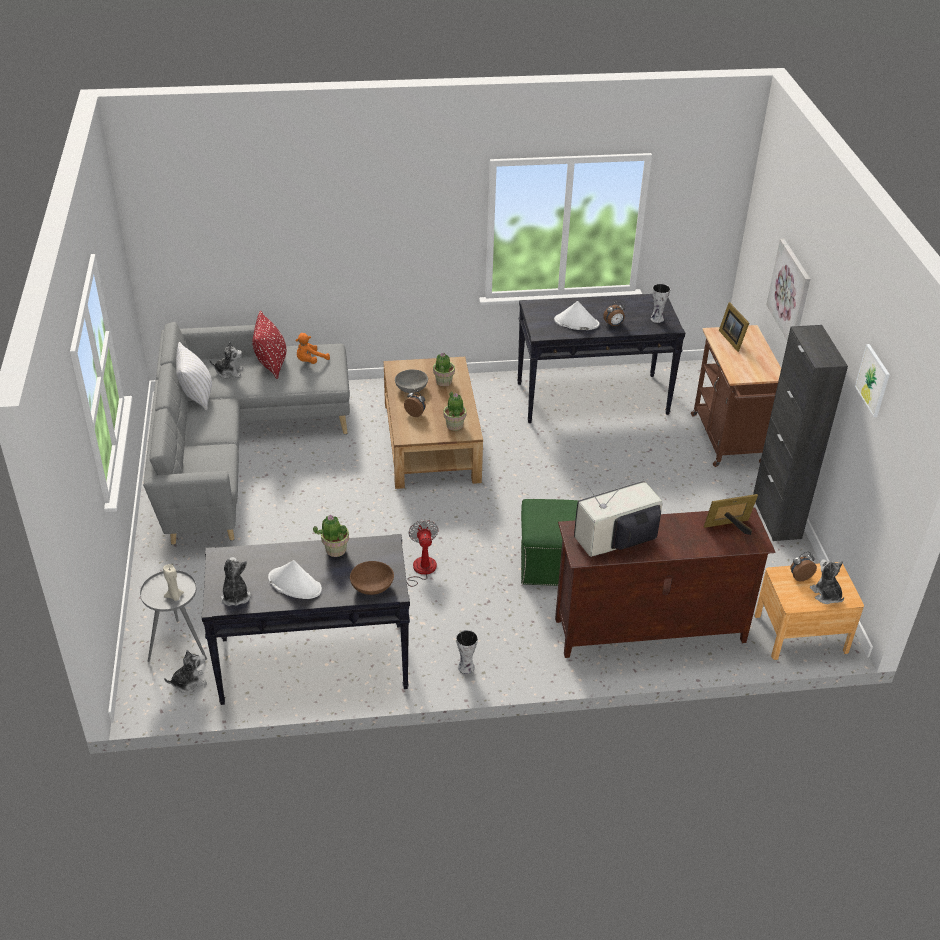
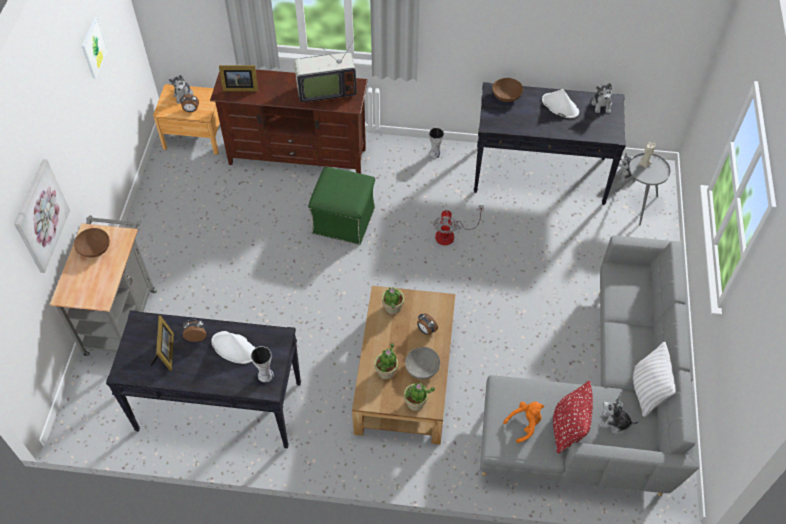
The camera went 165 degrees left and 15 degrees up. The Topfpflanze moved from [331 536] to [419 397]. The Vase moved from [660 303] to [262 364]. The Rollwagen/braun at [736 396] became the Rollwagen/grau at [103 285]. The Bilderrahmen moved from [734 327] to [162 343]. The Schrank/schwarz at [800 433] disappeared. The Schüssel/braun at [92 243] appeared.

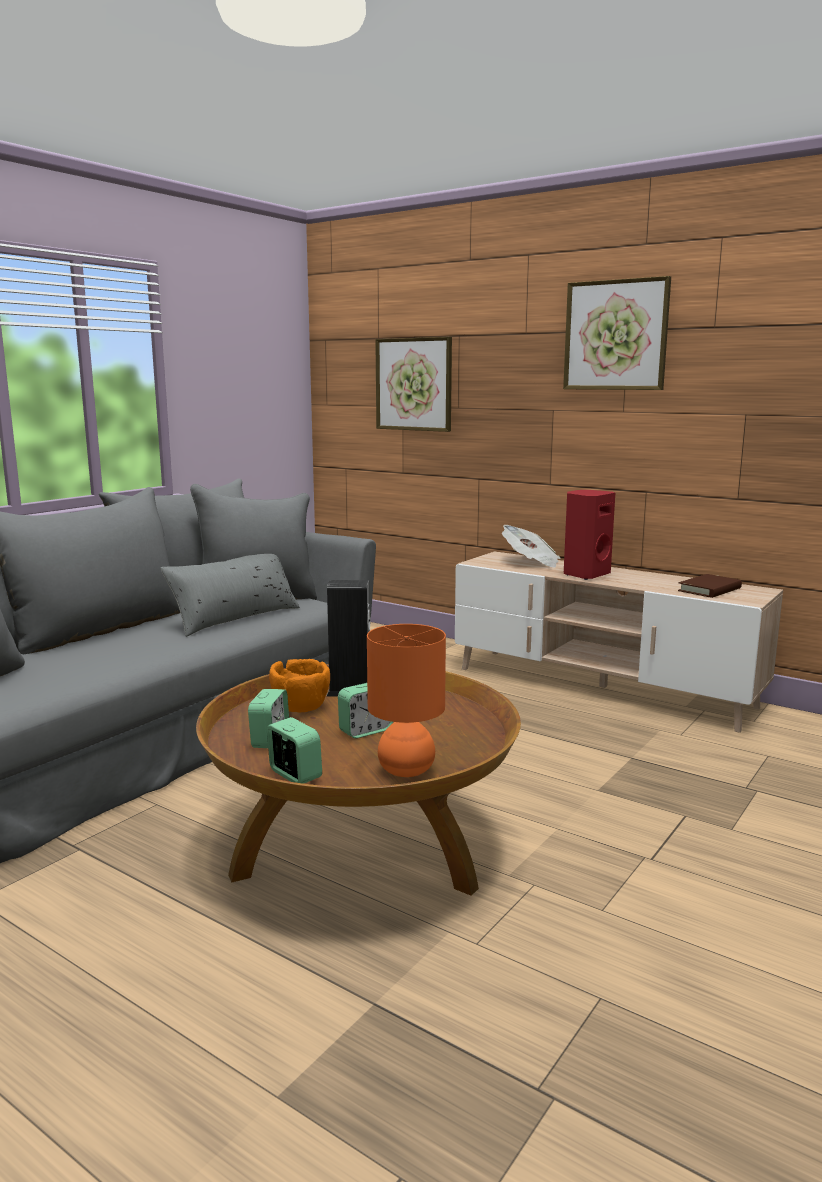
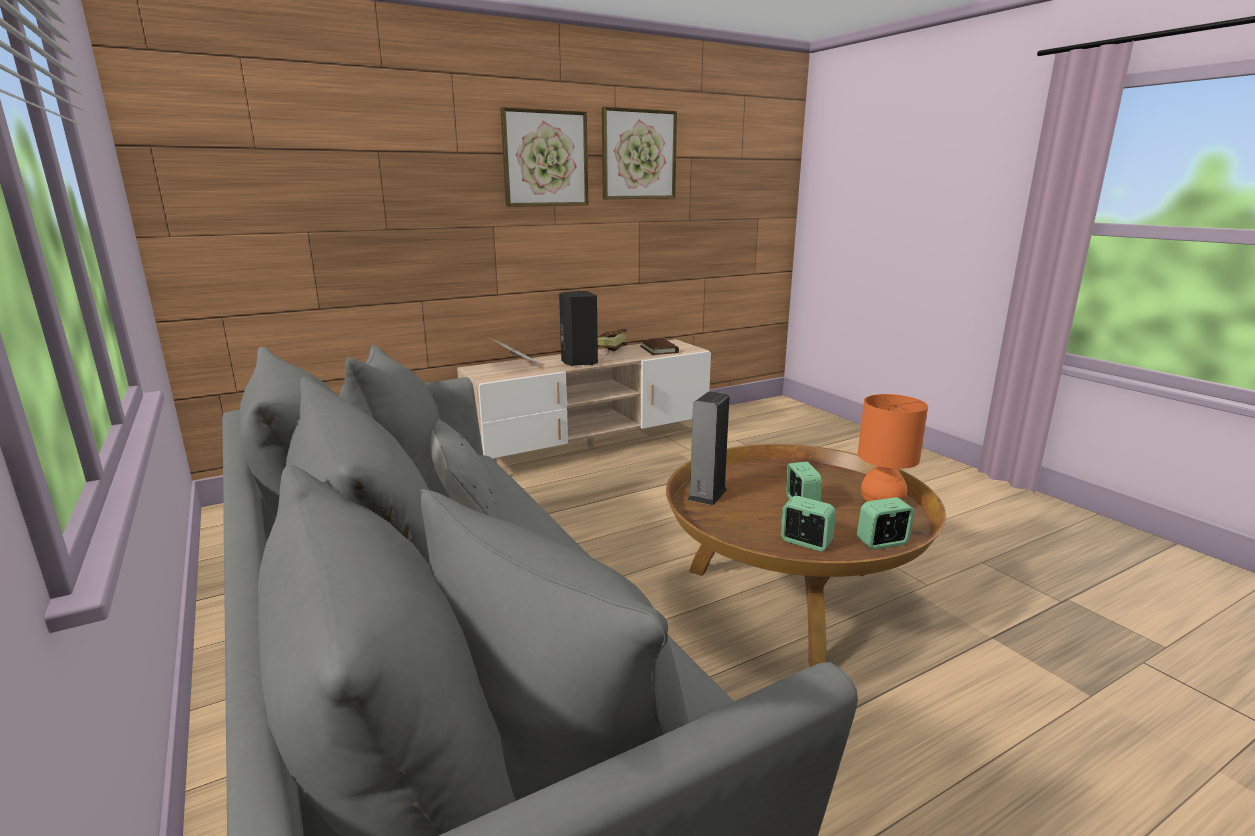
The camera went 65 degrees left and 5 degrees up. The Schüssel/orange at [299 685] disappeared. The Bild moved from [413 384] to [639 153]. The Lautsprecher/rot at [589 535] became the Lautsprecher/schwarz at [578 328]. The Buch at [612 342] appeared.

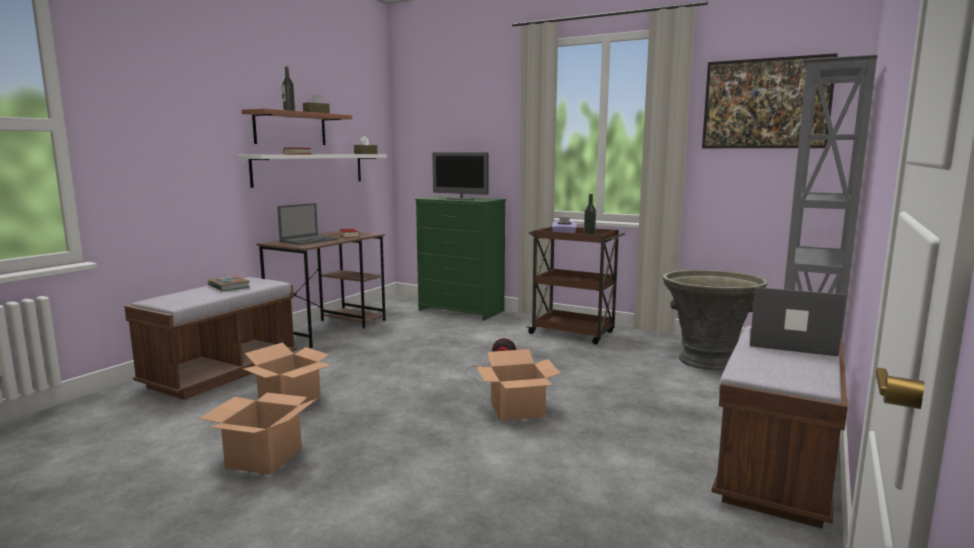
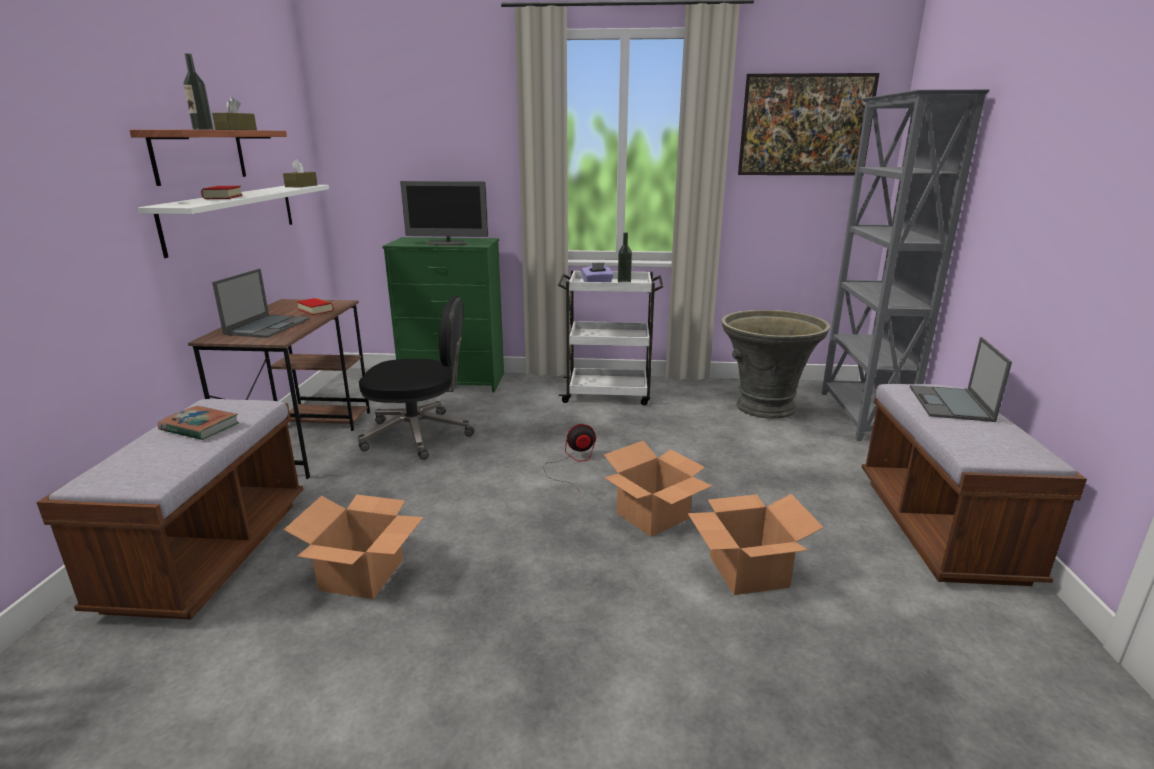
The camera went 25 degrees left and 10 degrees up. The Karton moved from [258 434] to [756 544]. The Rollwagen/braun at [576 285] became the Rollwagen/weiß at [610 337]. The Laptop at [798 321] turned 75 degrees counterclockwise. The Bürostuhl/schwarz at [416 378] appeared.

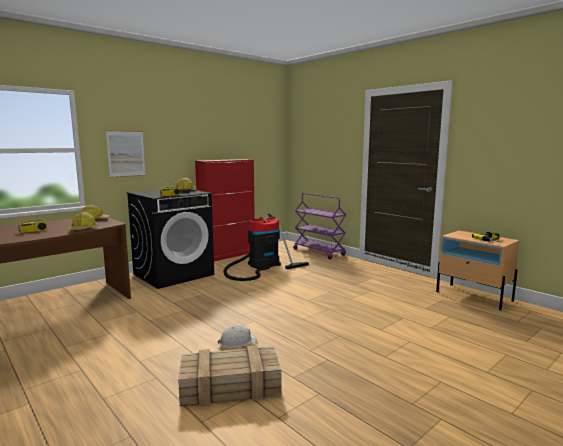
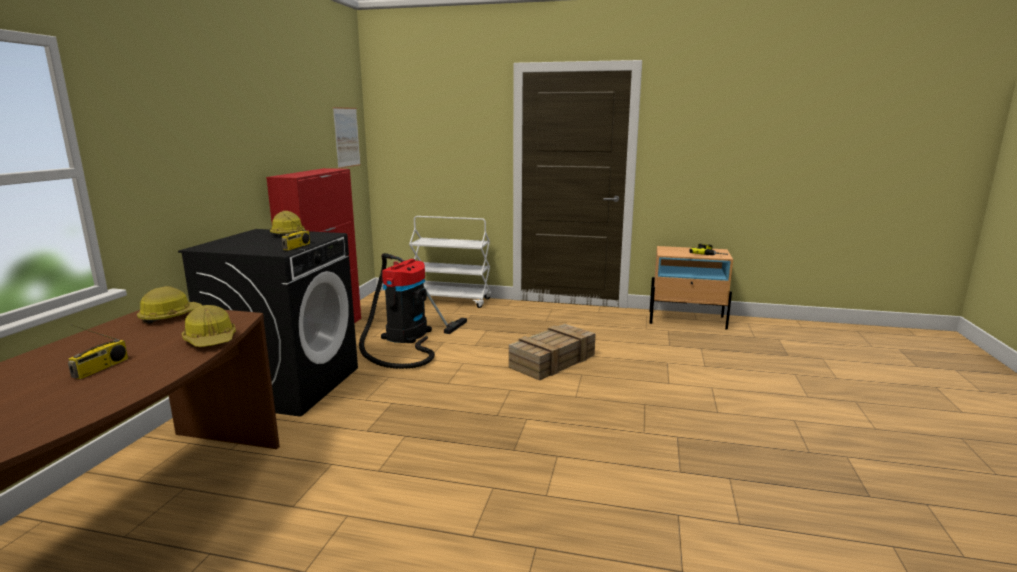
The camera went 35 degrees left and 5 degrees up. The Bild moved from [126 154] to [347 138]. The Kiste moved from [229 375] to [552 352]. The Schutzhelm/weiß at [237 336] disappeared. The Rollwagen/lila at [319 226] became the Rollwagen/weiß at [450 262].

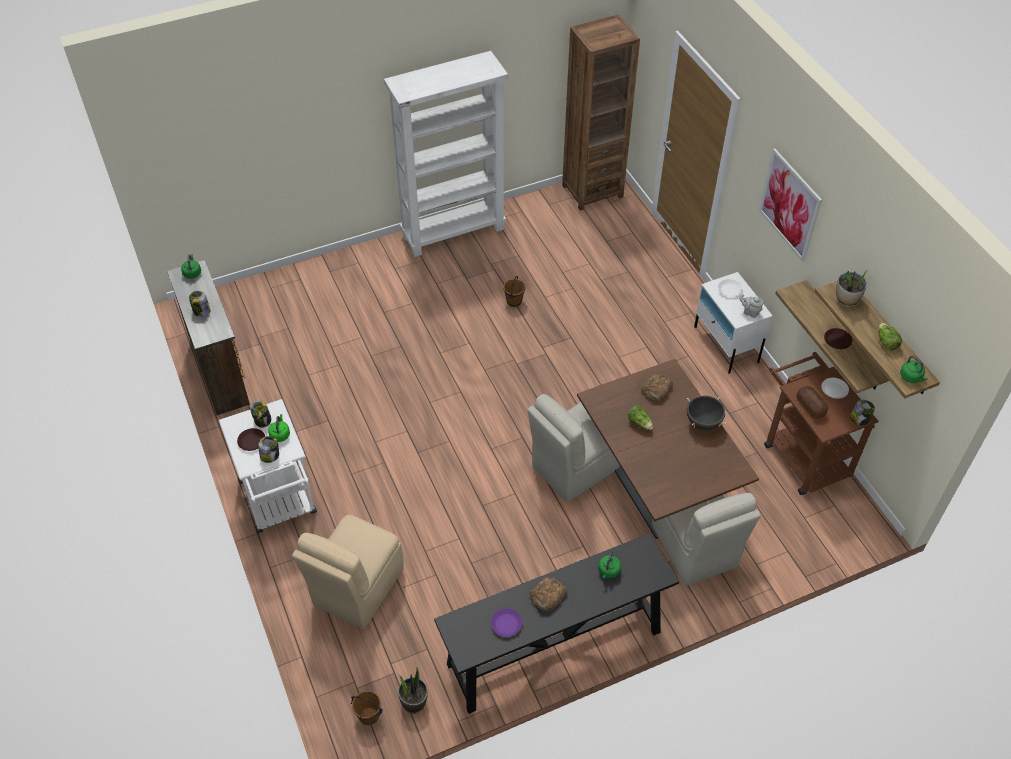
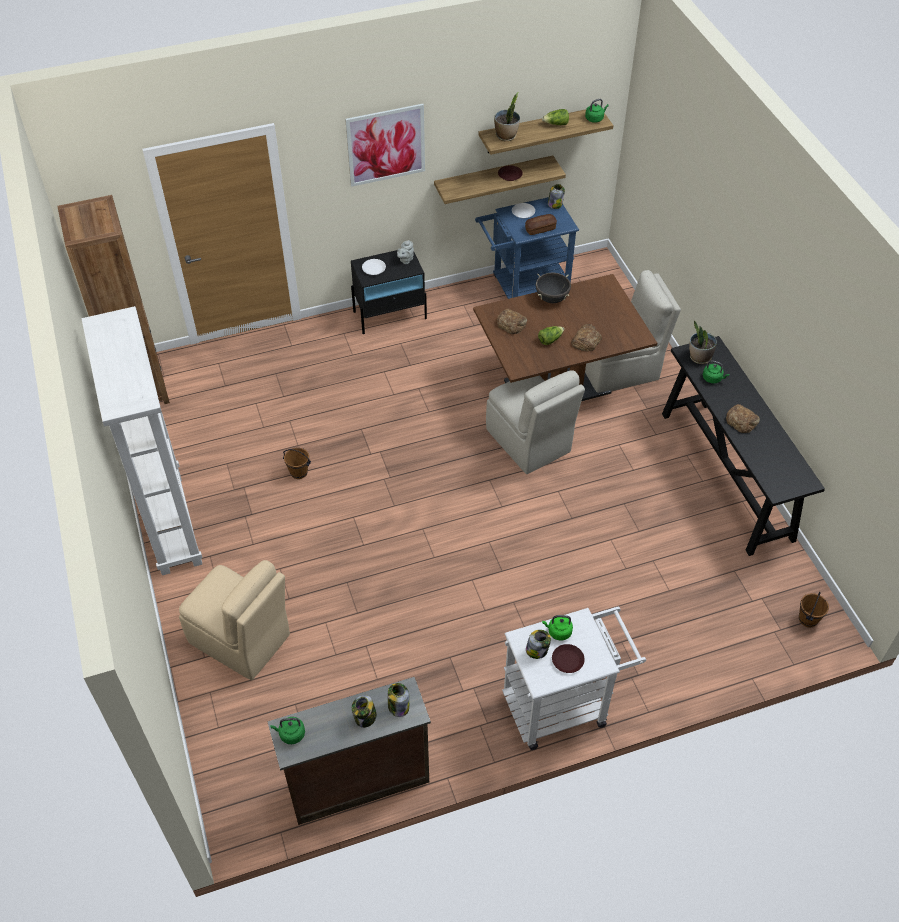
The camera went 85 degrees left and 0 degrees up. The Vorratsglas moved from [268 449] to [398 700]. The Stuhl/beige moved from [348 572] to [234 620]. The Topfpflanze moved from [413 691] to [703 342]. The Teller/lila at [506 622] disappeared. The Nachttisch/weiß at [733 323] became the Nachttisch/schwarz at [389 292]. The Rollwagen/braun at [821 423] became the Rollwagen/blau at [527 248]. The Brot at [586 337] appeared.

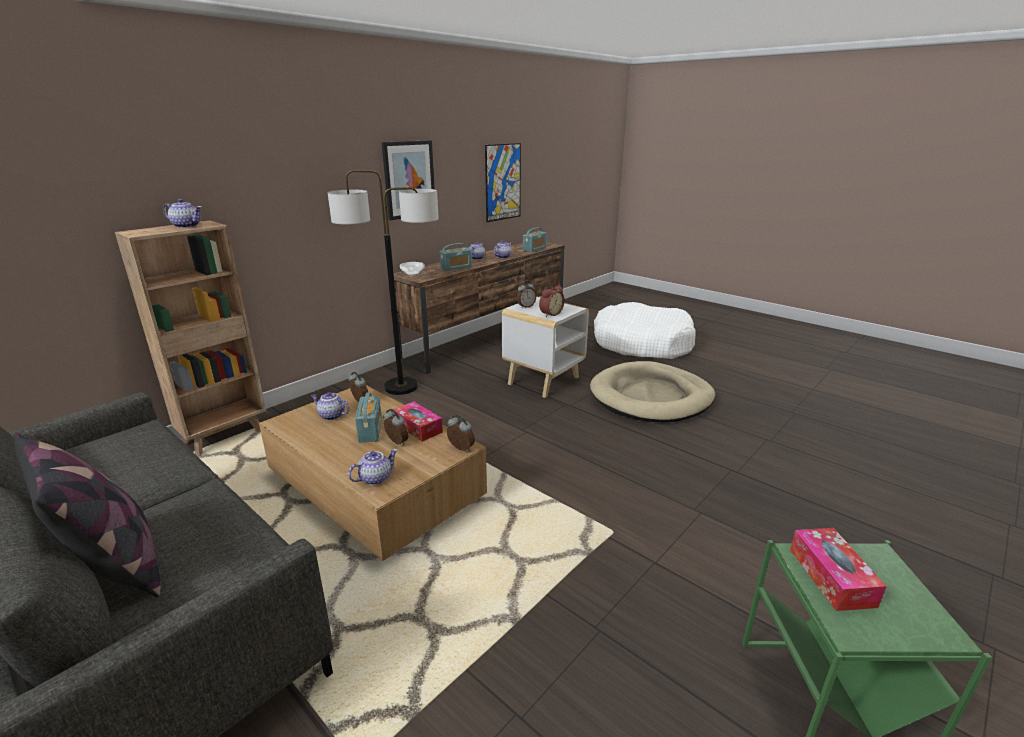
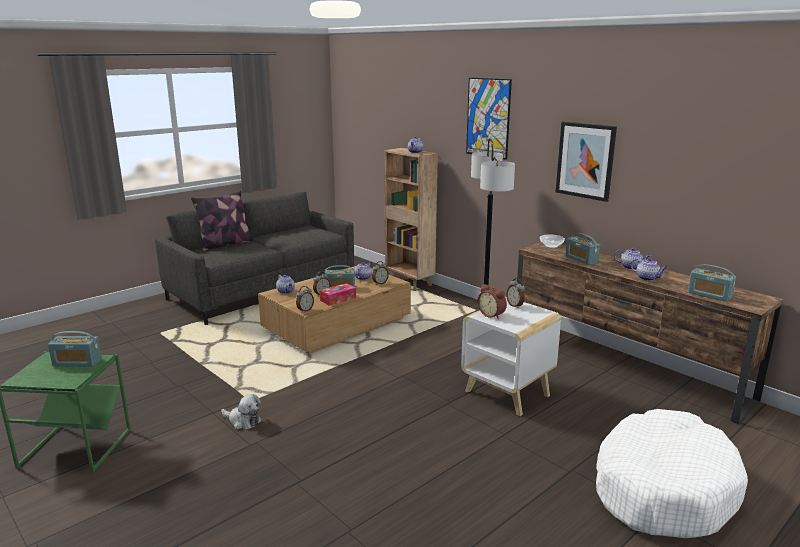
The camera went 95 degrees right and 5 degrees down. The Bild moved from [503 182] to [489 119]. The Hundebett/beige at [652 392] disappeared. The Taschentuchbox at [838 569] was replaced by the Radio at [75 349]. The Plüschtier at [241 411] appeared.

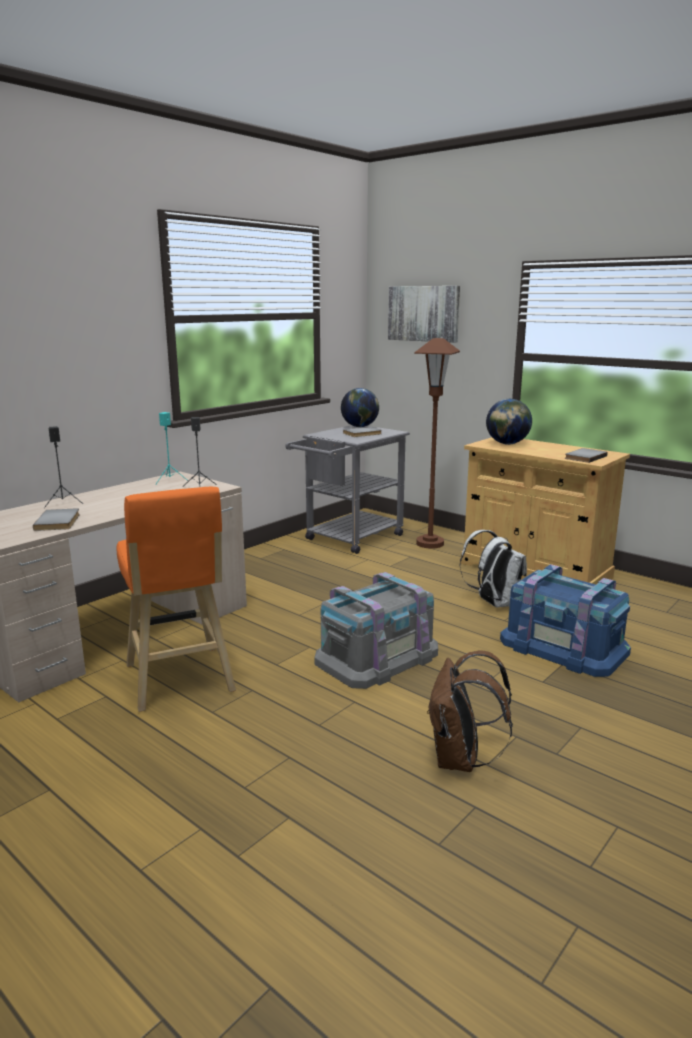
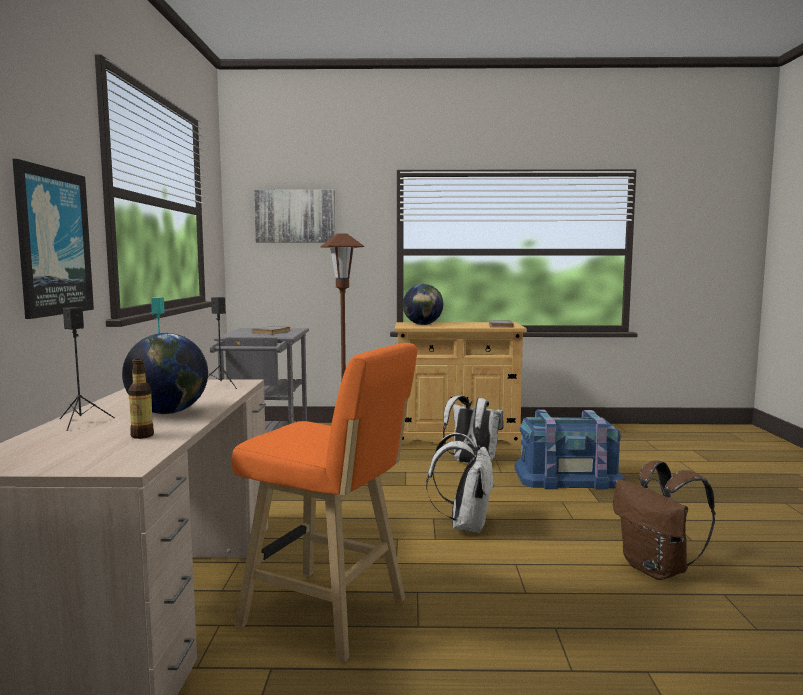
The camera went 40 degrees left and 10 degrees down. The Buch/grau at [56 519] was replaced by the Flasche at [141 399]. The Aufbewahrungsbox/grau at [376 630] was replaced by the Rucksack/weiß at [460 483]. The Globus moved from [360 407] to [165 373]. The Bild at [53 239] appeared.

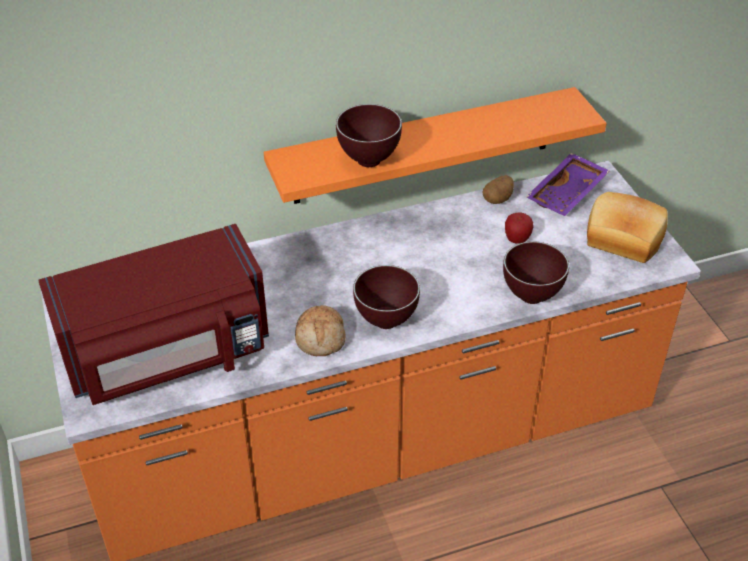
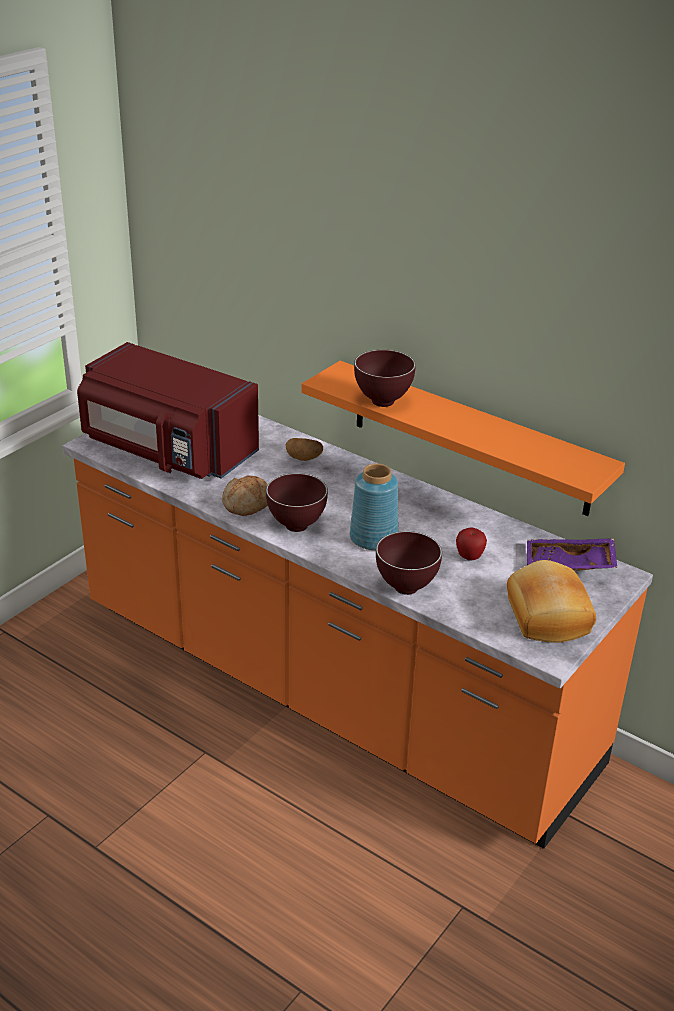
The camera went 55 degrees right and 10 degrees down. The Kartoffel moved from [498 189] to [304 449]. The Vase/blau at [374 507] appeared.

